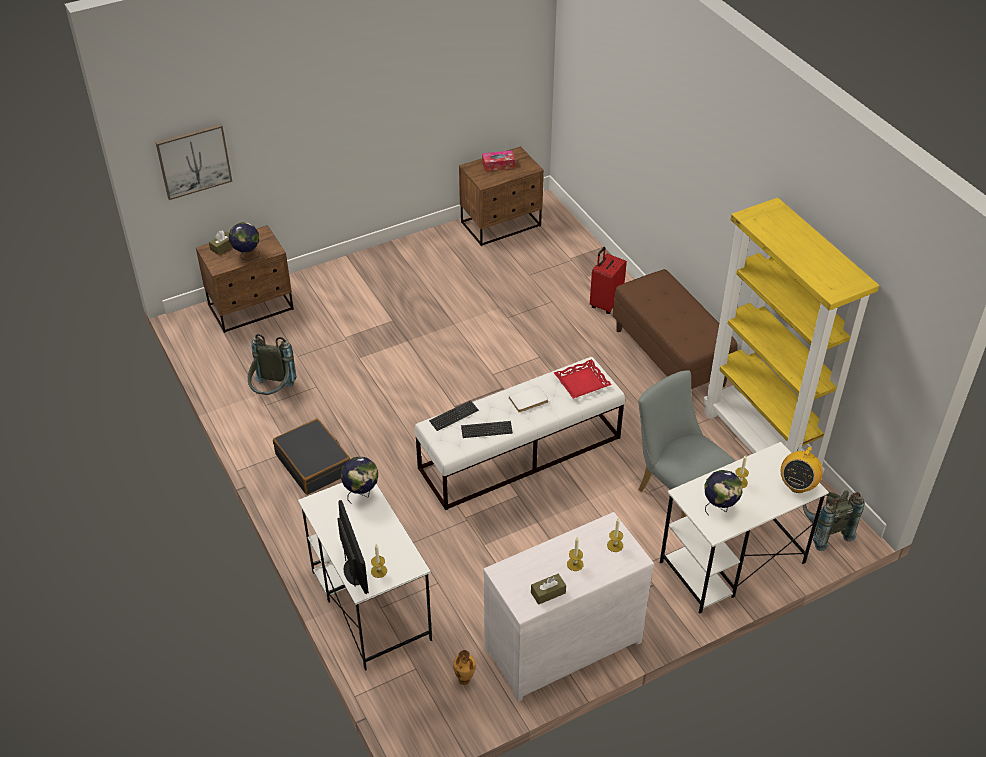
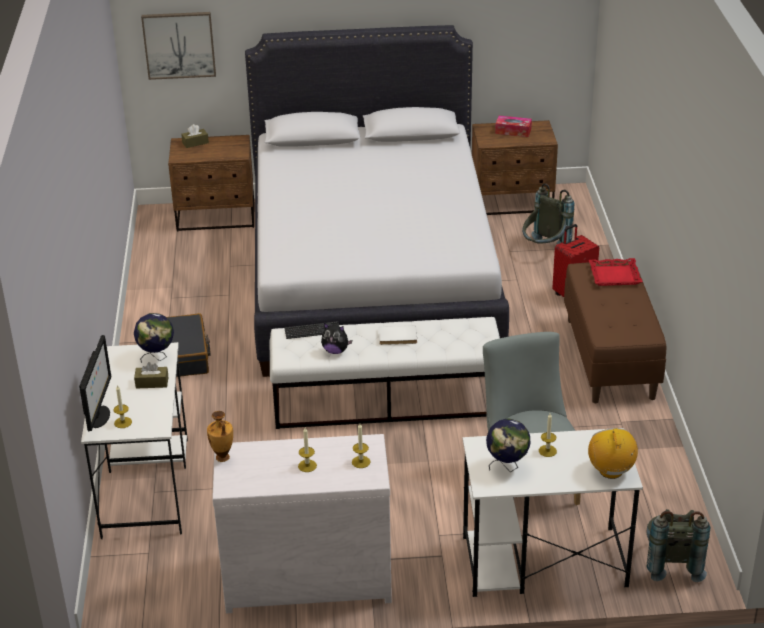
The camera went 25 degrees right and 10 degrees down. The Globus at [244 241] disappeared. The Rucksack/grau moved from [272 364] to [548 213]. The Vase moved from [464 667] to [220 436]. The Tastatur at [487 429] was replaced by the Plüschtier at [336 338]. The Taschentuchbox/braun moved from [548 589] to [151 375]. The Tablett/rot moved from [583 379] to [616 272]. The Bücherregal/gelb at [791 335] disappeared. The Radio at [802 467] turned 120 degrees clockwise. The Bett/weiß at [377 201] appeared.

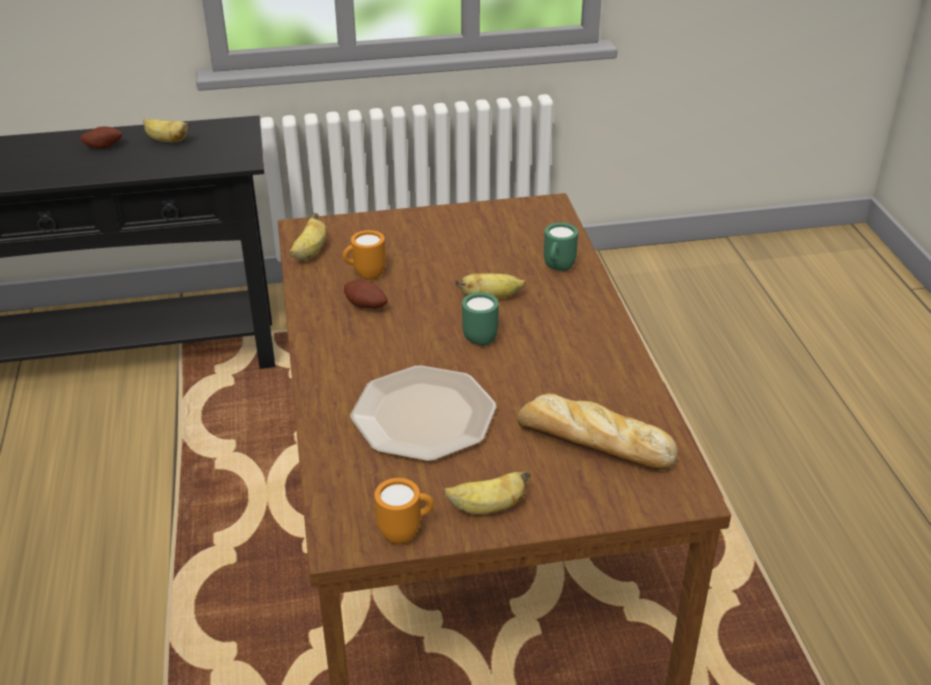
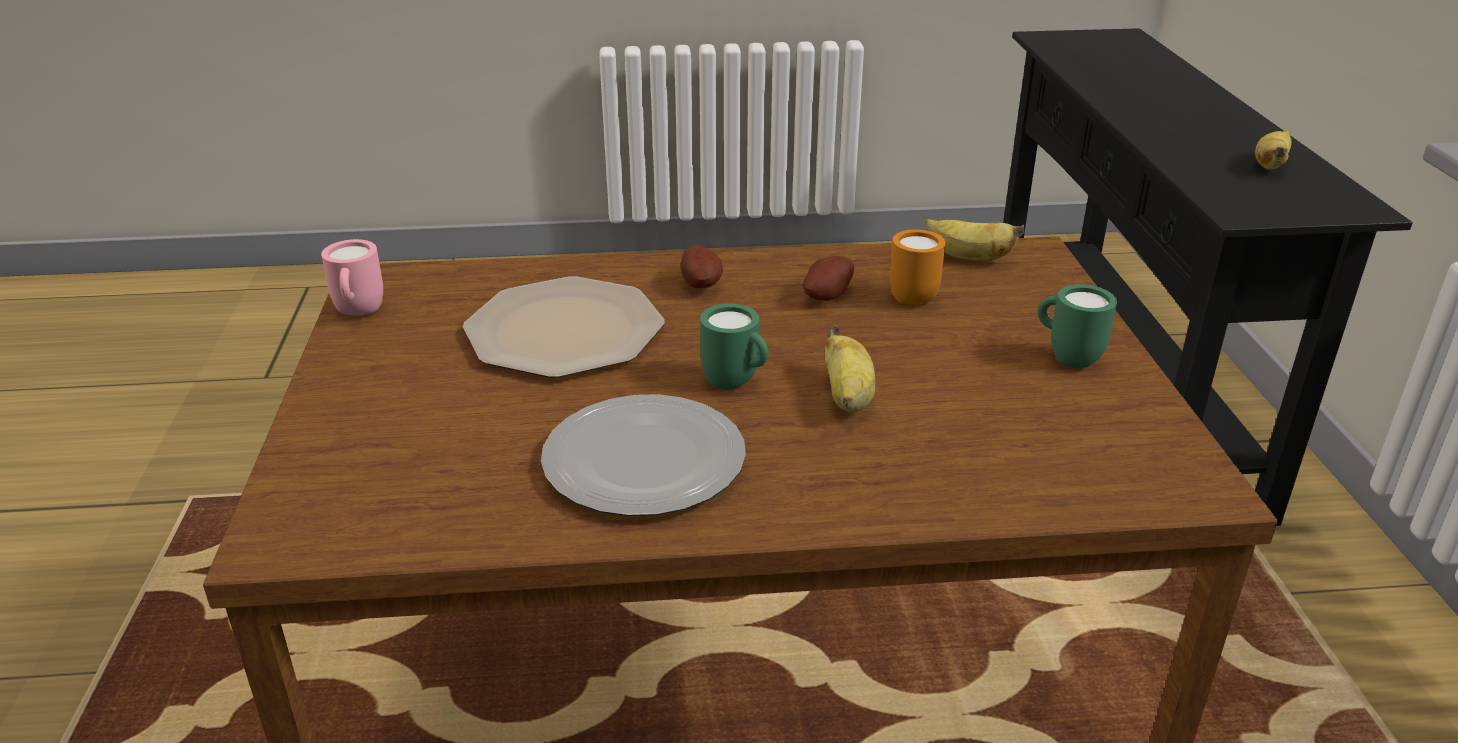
The camera went 95 degrees right and 5 degrees down. The Kartoffel moved from [101 137] to [702 266]. The Henkelbecher/orange at [404 511] became the Henkelbecher/rosa at [352 277]. The Banane at [487 492] disappeared. The Brot at [597 431] disappeared. The Henkelbecher/grün moved from [561 246] to [1077 326]. The Teller at [643 455] appeared.

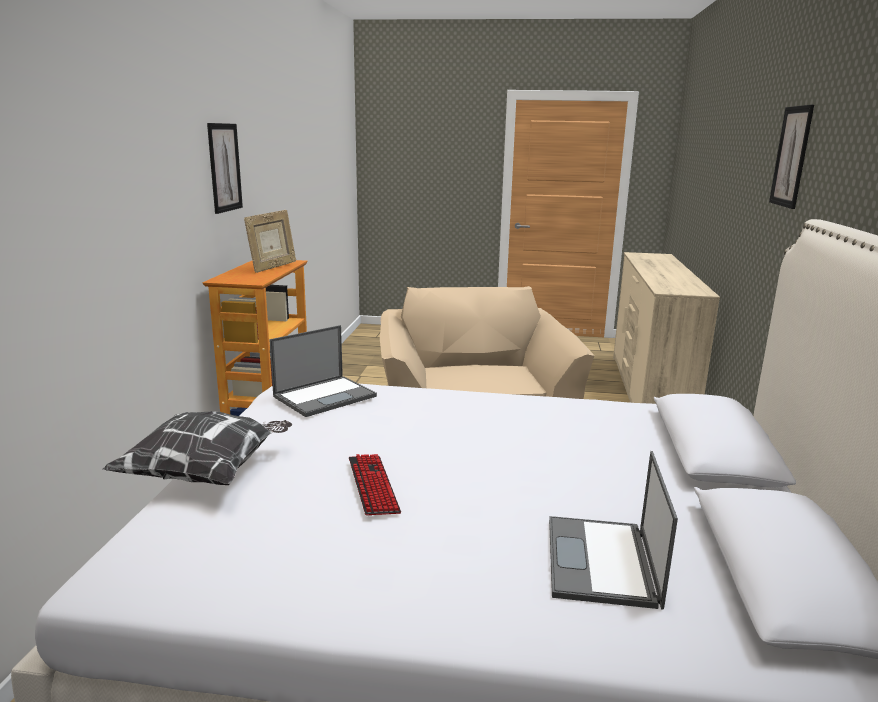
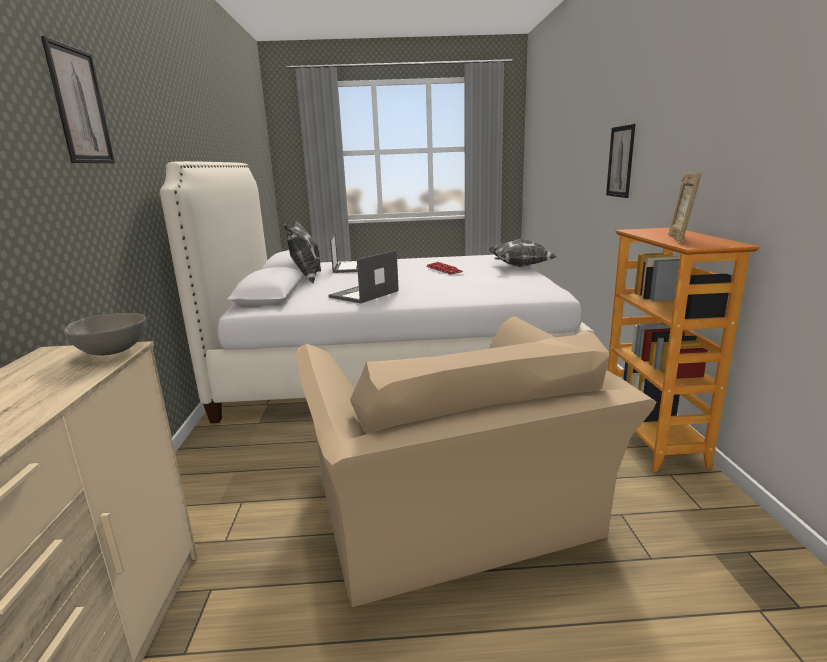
The camera went 170 degrees right and 0 degrees up. The Bild moved from [225 168] to [620 161]. The Laptop moved from [323 371] to [363 276]. The Schüssel/grau at [105 334] appeared. The Kissen at [302 252] appeared.

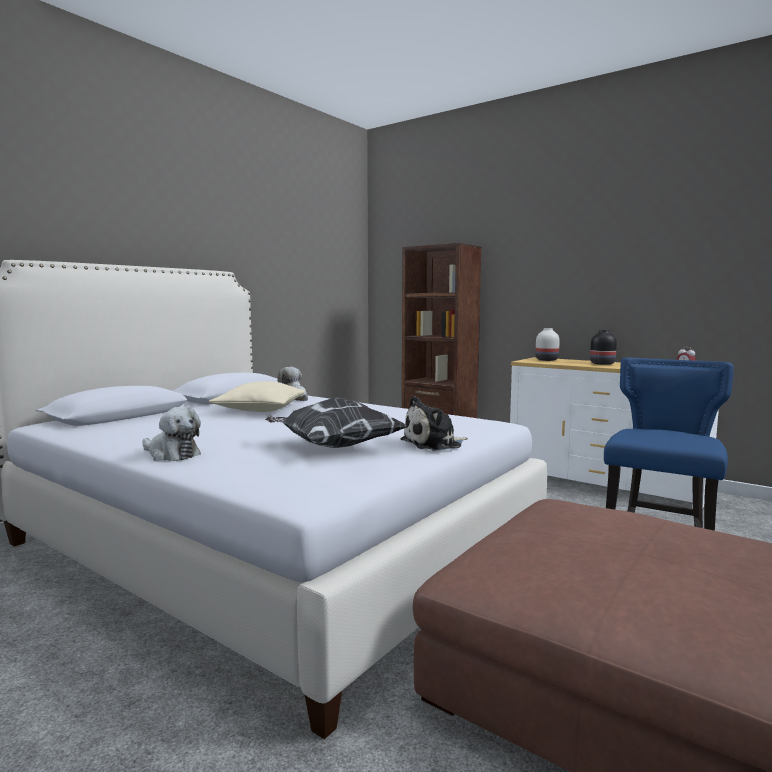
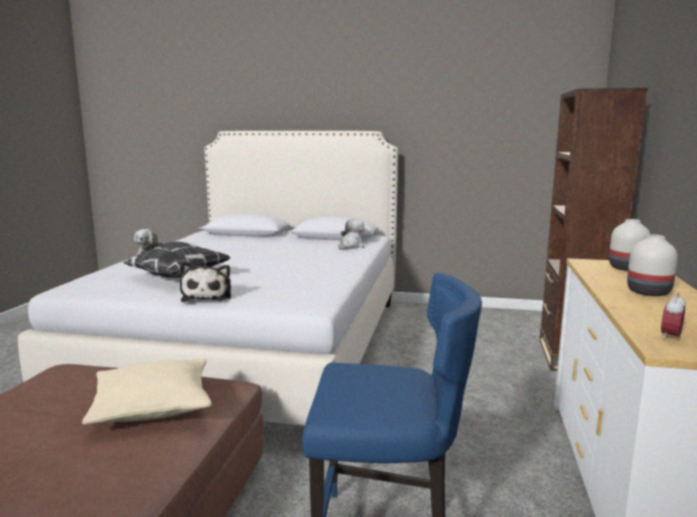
The camera went 65 degrees right and 5 degrees up. The Kissen/beige moved from [257 396] to [147 391]. The Plüschtier at [434 423] turned 135 degrees counterclockwise. The Vase/schwarz at [603 347] became the Vase/weiß at [652 265].

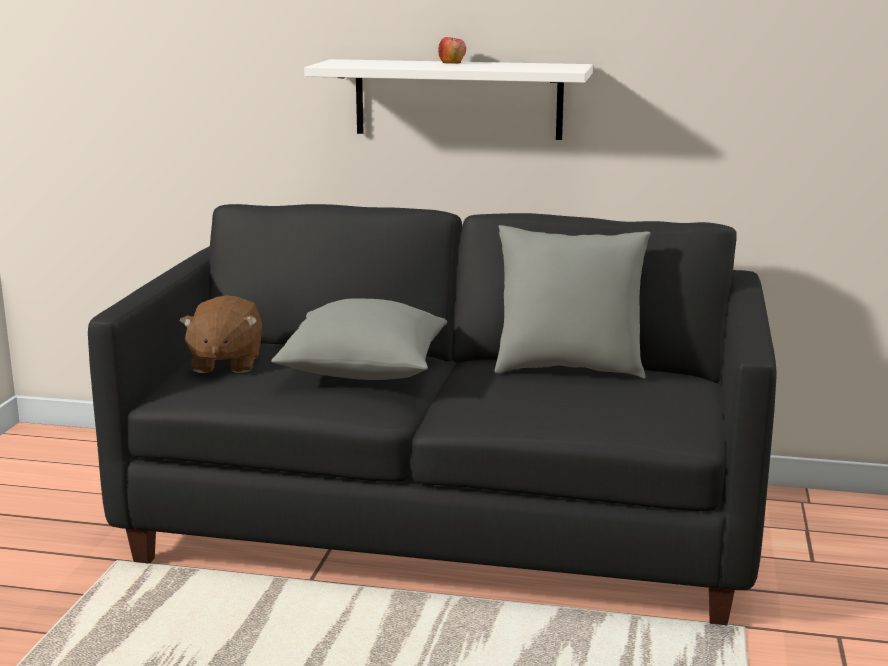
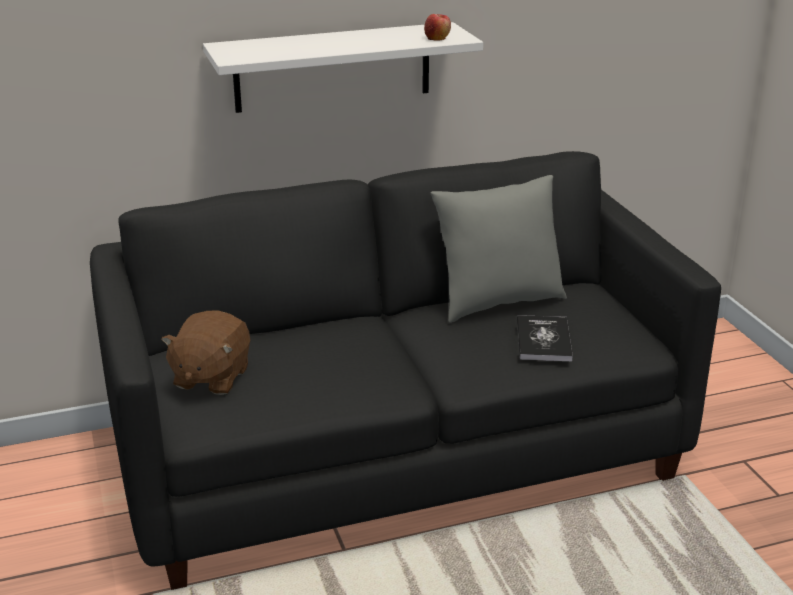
The camera went 30 degrees left and 10 degrees up. The Plüschtier/braun at [221 334] turned 45 degrees clockwise. The Kissen/grau at [359 339] disappeared. The Apfel moved from [452 50] to [437 27]. The Buch at [545 338] appeared.

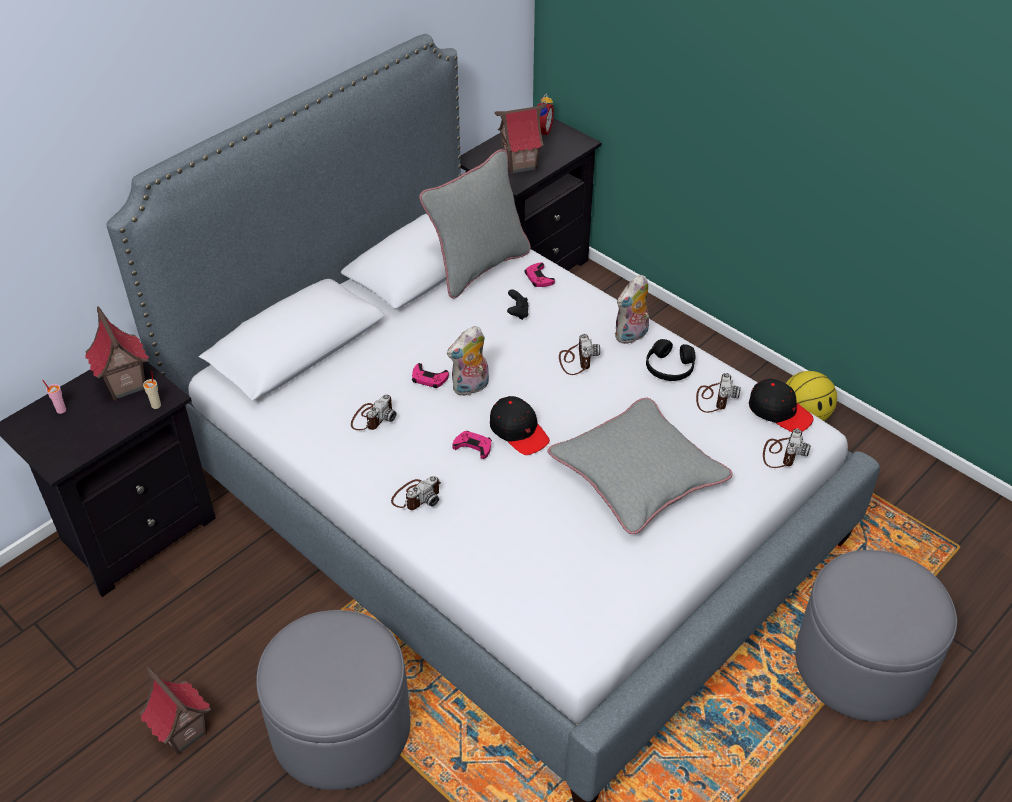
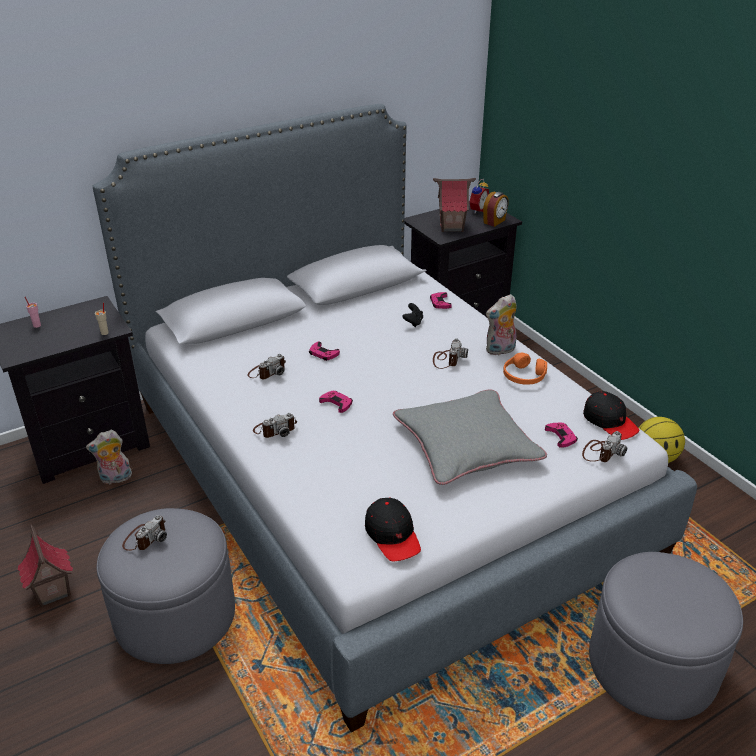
The camera went 15 degrees right and 10 degrees down. The Spielzeughaus at [117 353] disappeared. The Kissen/grau at [475 223] disappeared. The Plüschtier moved from [468 361] to [109 457]. The Kappe/schwarz moved from [520 425] to [393 529]. The Kopfhörer/schwarz at [670 360] became the Kopfhörer/orange at [525 369]. The Kamera moved from [718 393] to [144 533]. The Wecker at [496 209] appeared. The Gamepad/rosa at [561 435] appeared.

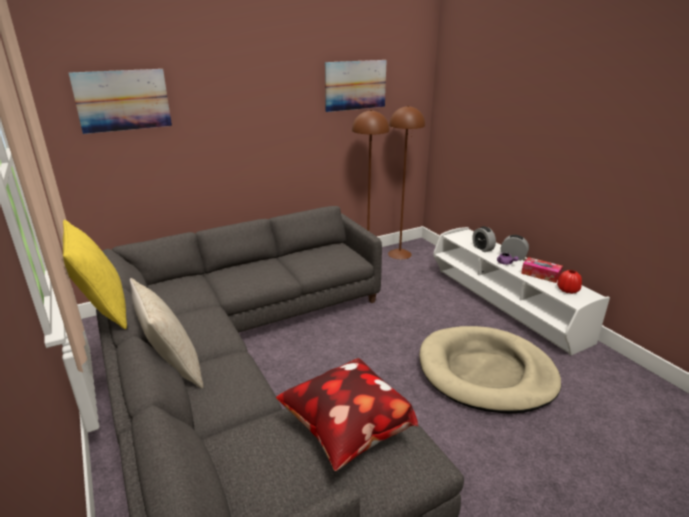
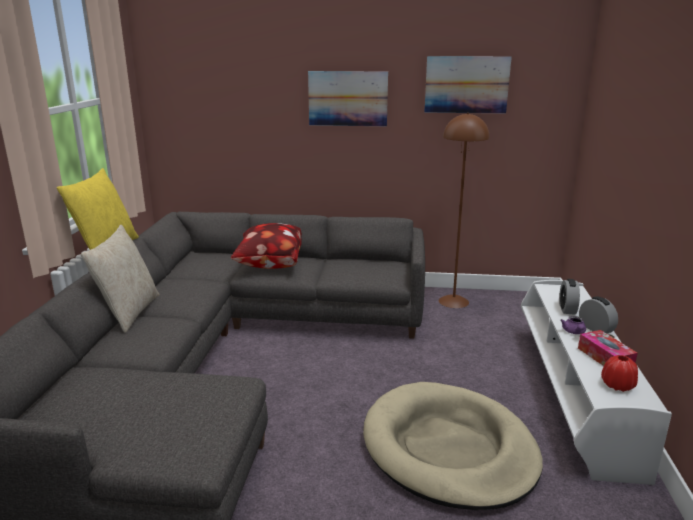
The camera went 35 degrees right and 5 degrees down. The Bild moved from [120 101] to [348 98]. The Kissen moved from [347 414] to [266 246]. The Stehlampe/braun at [406 182] disappeared.

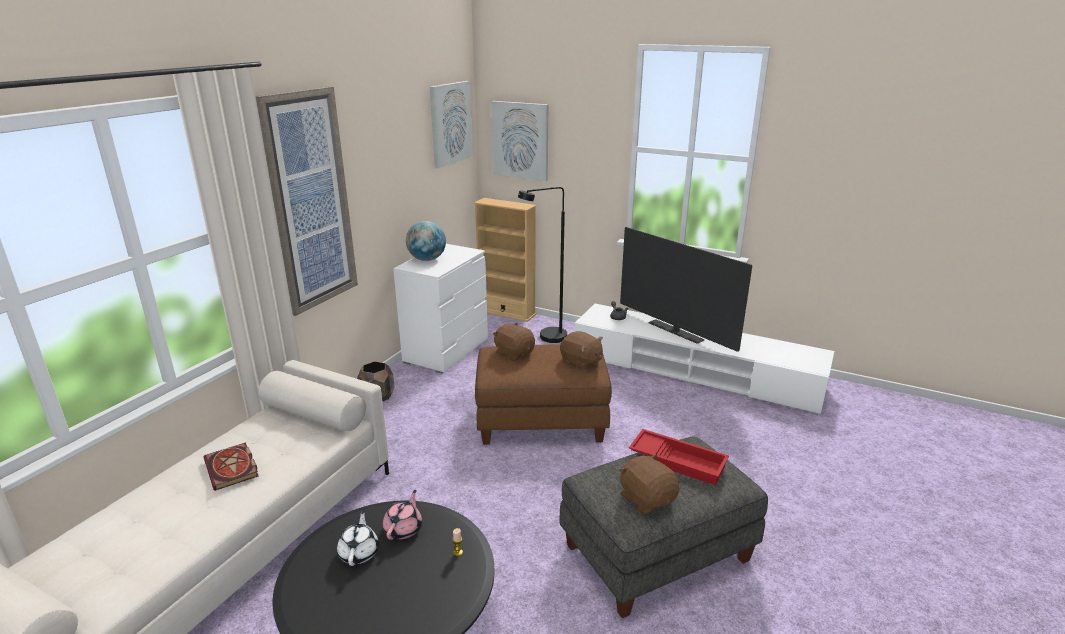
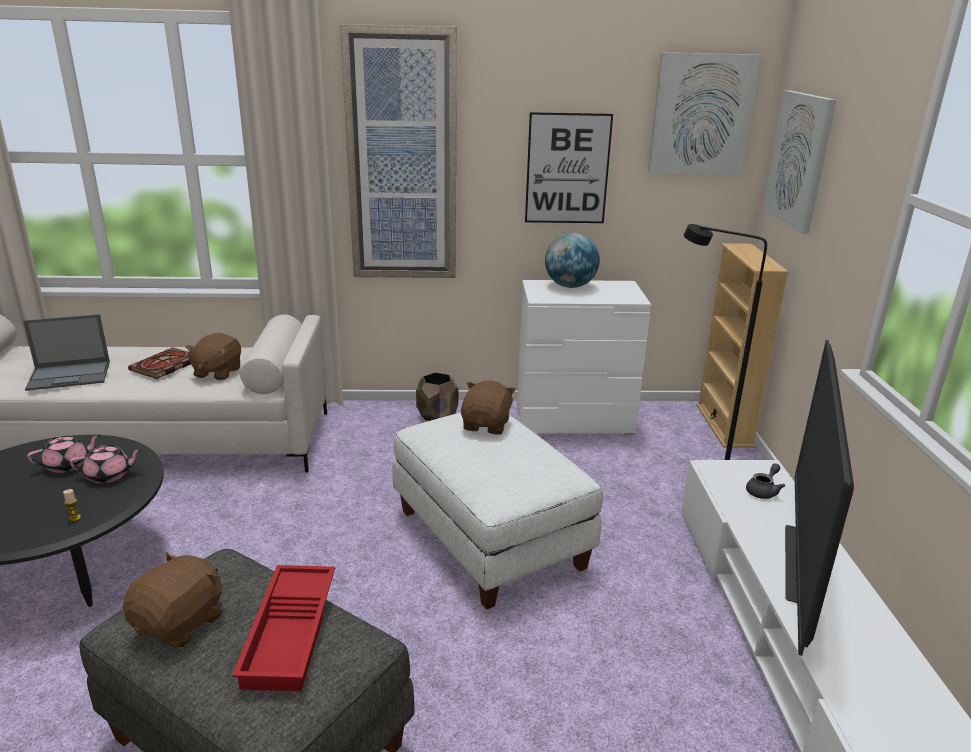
The camera went 60 degrees right and 0 degrees up. The Teekanne/weiß at [358 538] became the Teekanne/rosa at [64 453]. The Polsterhocker/braun at [543 394] became the Polsterhocker/weiß at [498 511]. The Plüschtier/braun moved from [581 351] to [213 356]. The Laptop at [66 352] appeared. The Bild at [569 167] appeared.

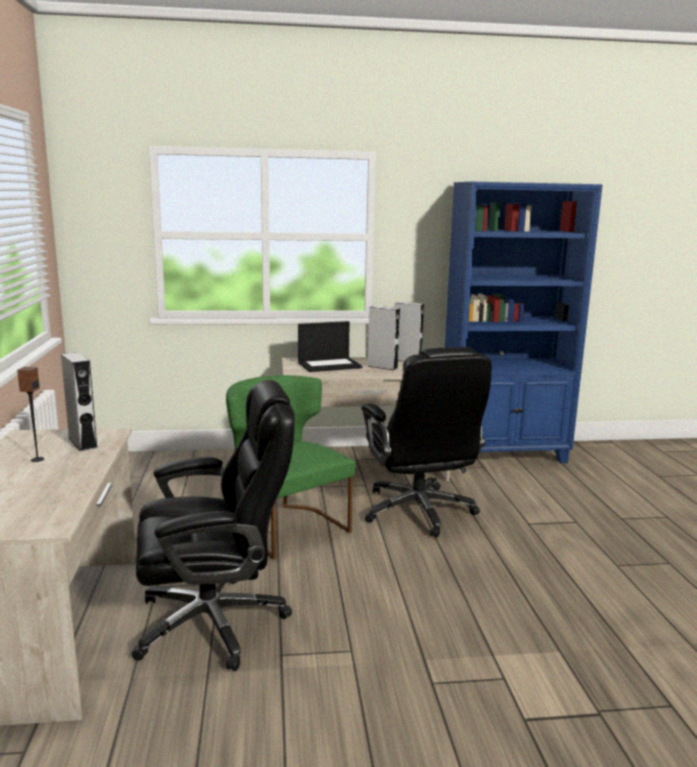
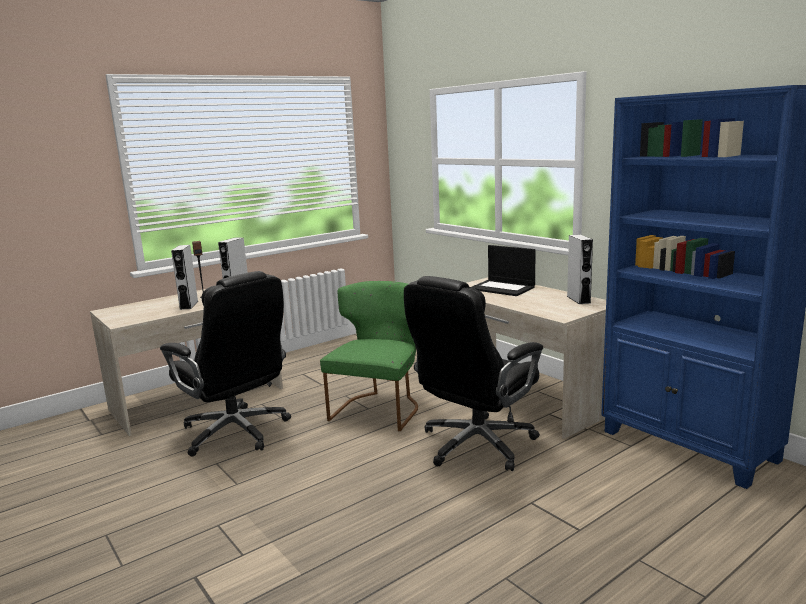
The camera went 60 degrees right and 0 degrees up. The Lautsprecher/grau moved from [383 338] to [184 277].

